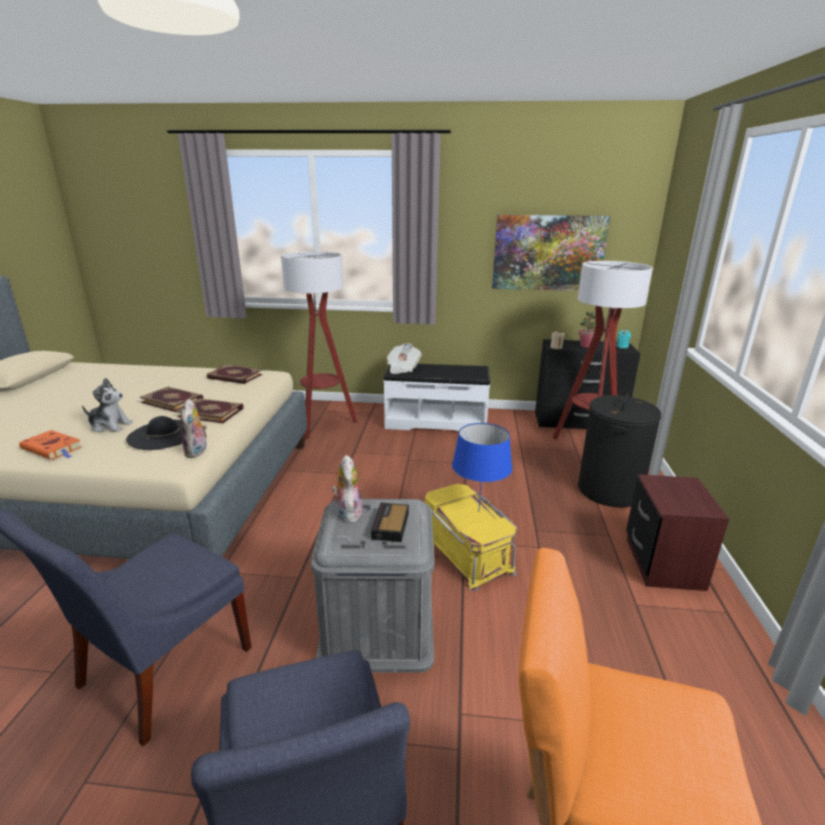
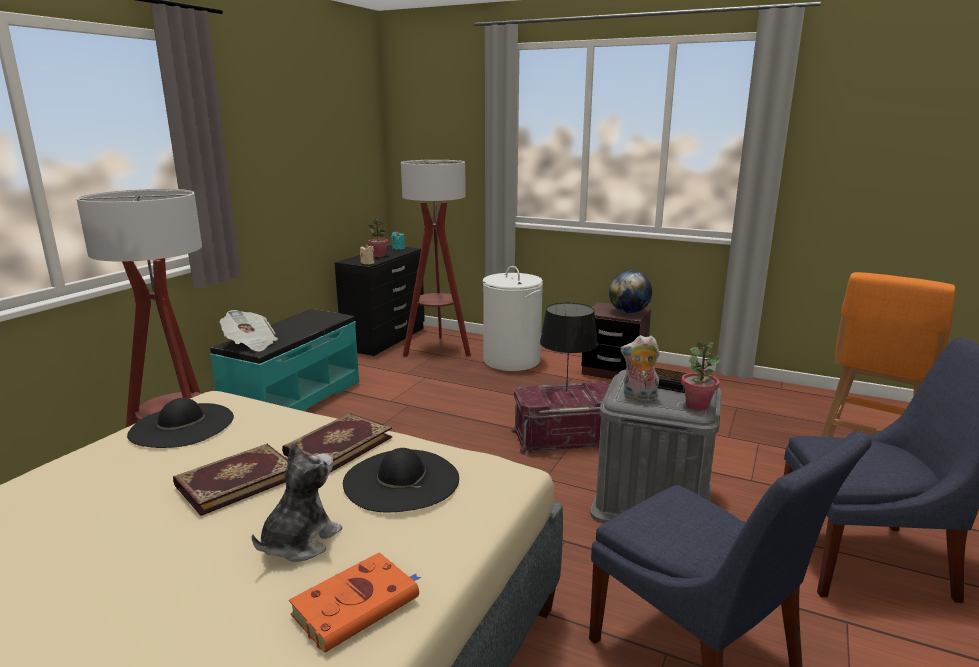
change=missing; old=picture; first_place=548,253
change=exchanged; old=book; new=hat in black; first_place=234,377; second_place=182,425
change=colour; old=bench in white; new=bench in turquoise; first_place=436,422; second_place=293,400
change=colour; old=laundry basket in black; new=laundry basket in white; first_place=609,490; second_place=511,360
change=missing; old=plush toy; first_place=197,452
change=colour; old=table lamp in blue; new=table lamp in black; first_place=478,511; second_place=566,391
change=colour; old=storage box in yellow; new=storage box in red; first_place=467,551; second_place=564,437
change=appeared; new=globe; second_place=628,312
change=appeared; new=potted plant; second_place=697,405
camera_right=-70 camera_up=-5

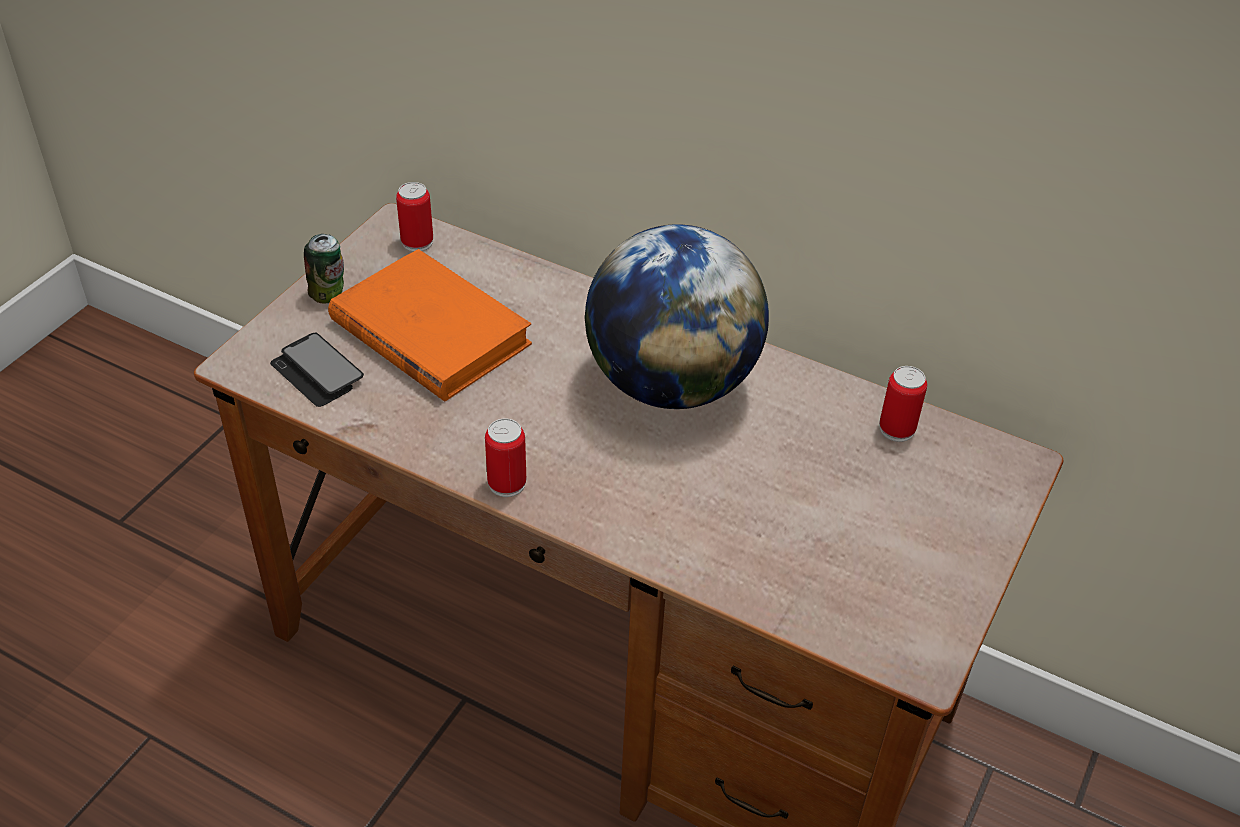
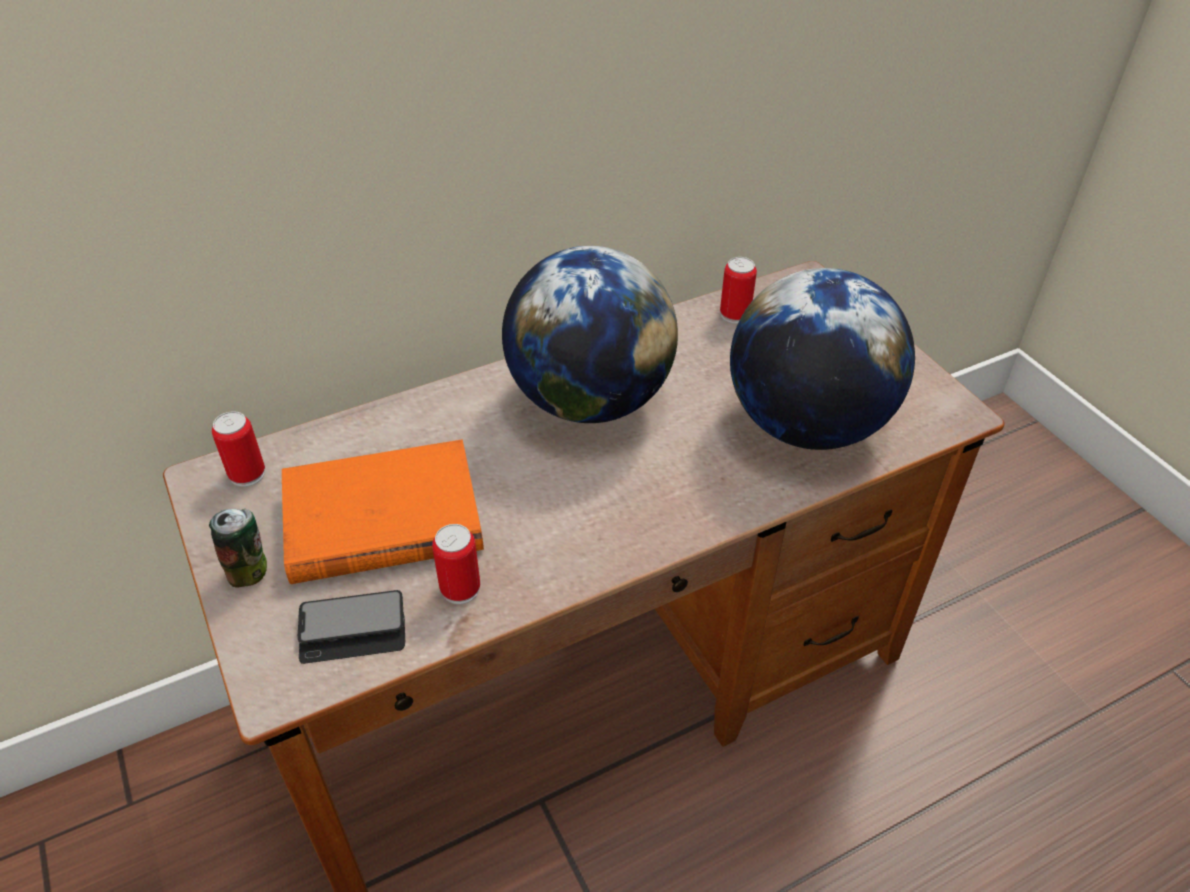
change=relocated; old=can; first_place=507,483; second_place=460,588
change=appeared; new=globe; second_place=806,425
camera_right=-55 camera_up=0

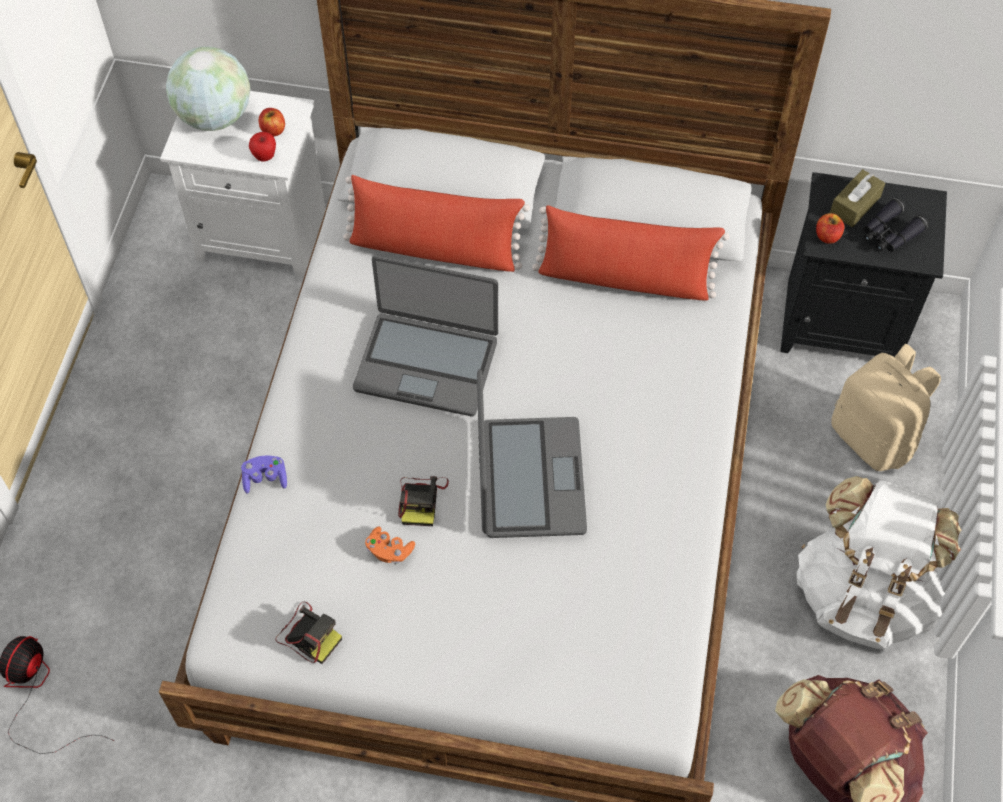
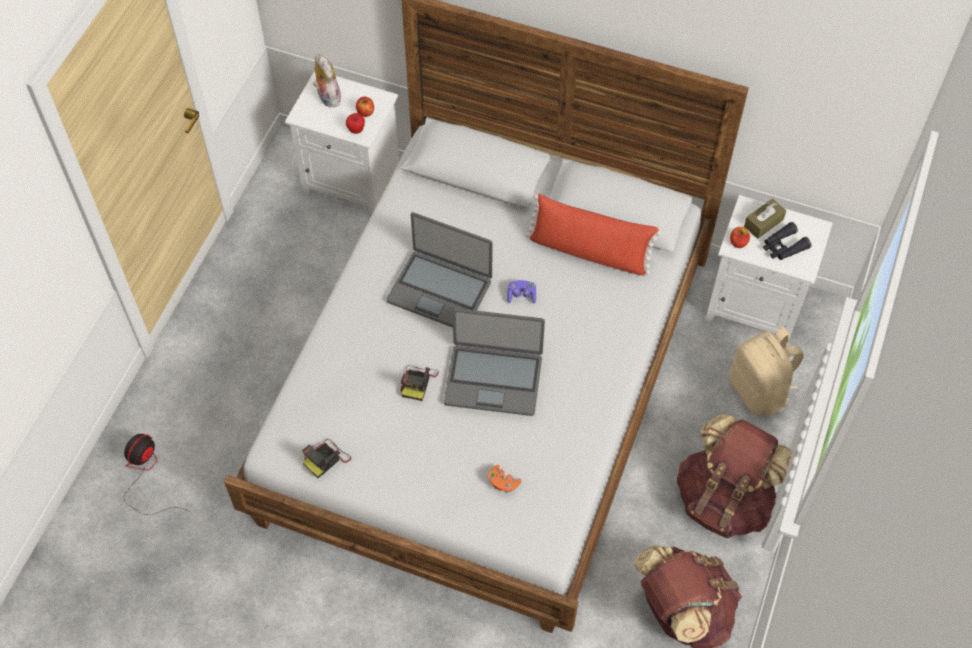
change=exchanged; old=globe; new=plush toy; first_place=215,117; second_place=327,97
change=colour; old=nightstand in black; new=nightstand in white; first_place=843,322; second_place=756,305
change=missing; old=pillow in red; first_place=434,249
change=spun; old=laptop; first_place=529,478; second_place=493,379; degrees=90
change=relocated; old=game controller in purple; first_place=265,478; second_place=521,296
change=colour; old=backpack in white; new=backpack in brown; first_place=863,595; second_place=725,499
change=relocated; old=game controller in orange; first_place=389,551; second_place=502,483
change=spun; old=photo camera; first_place=308,635; second_place=326,459; degrees=90
camera_right=10 camera_up=0

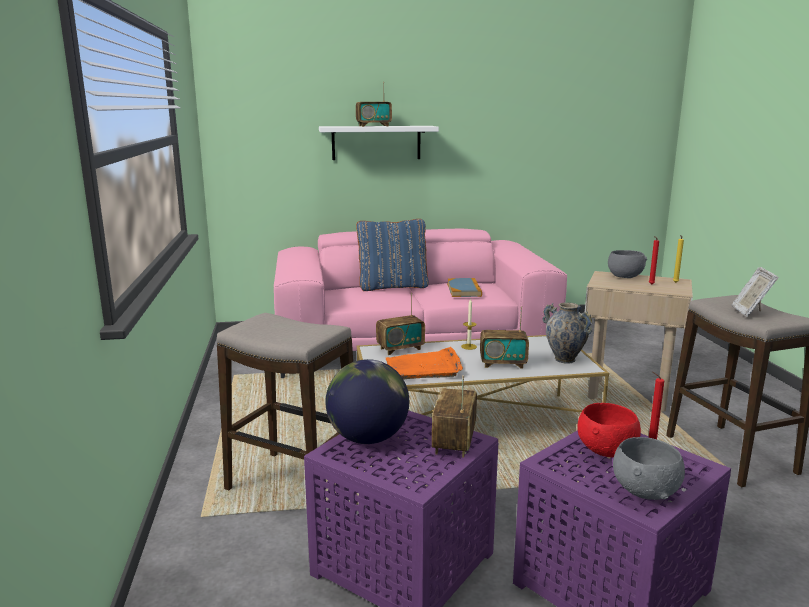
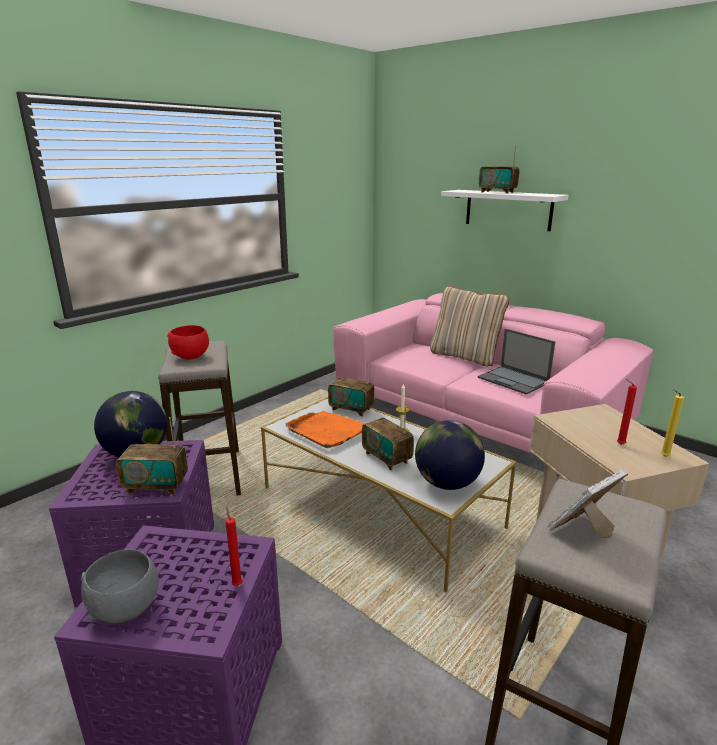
change=colour; old=pillow in blue; new=pillow in beige; first_place=393,286; second_place=465,357
change=missing; old=bowl in grey; first_place=624,277
change=exchanged; old=book; new=laptop; first_place=464,290; second_place=514,380
change=exchanged; old=vase; new=globe; first_place=564,359; second_place=447,483
change=spun; old=radio; first_place=454,442; second_place=156,486; degrees=-150
change=relocated; old=bowl in red; first_place=607,451; second_place=191,356
camera_right=50 camera_up=5

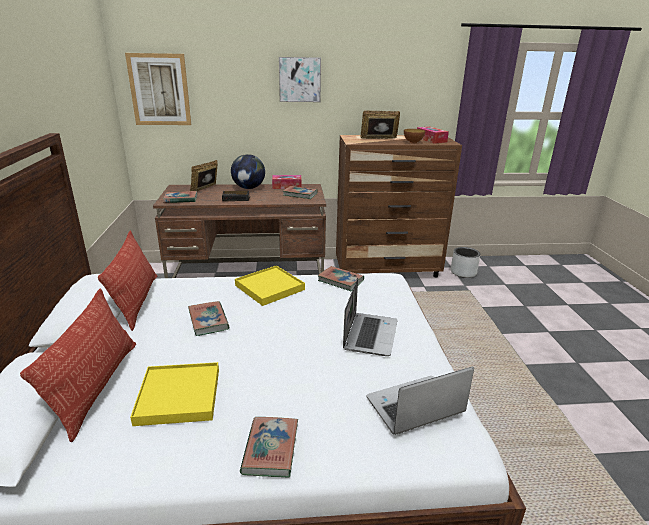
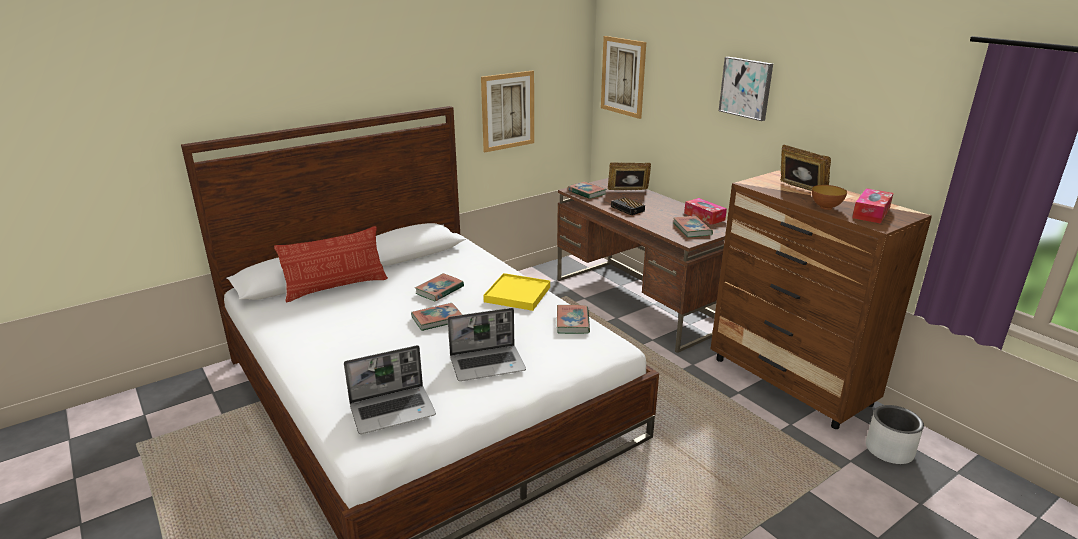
change=missing; old=globe; first_place=249,188
change=missing; old=pillow; first_place=137,301
change=missing; old=tray in yellow; first_place=179,396
change=spun; old=laptop; first_place=414,407; second_place=393,410; degrees=120
change=relocated; old=book; first_place=270,449; second_place=437,319
change=appeared; new=picture; second_place=508,111
camera_right=60 camera_up=0

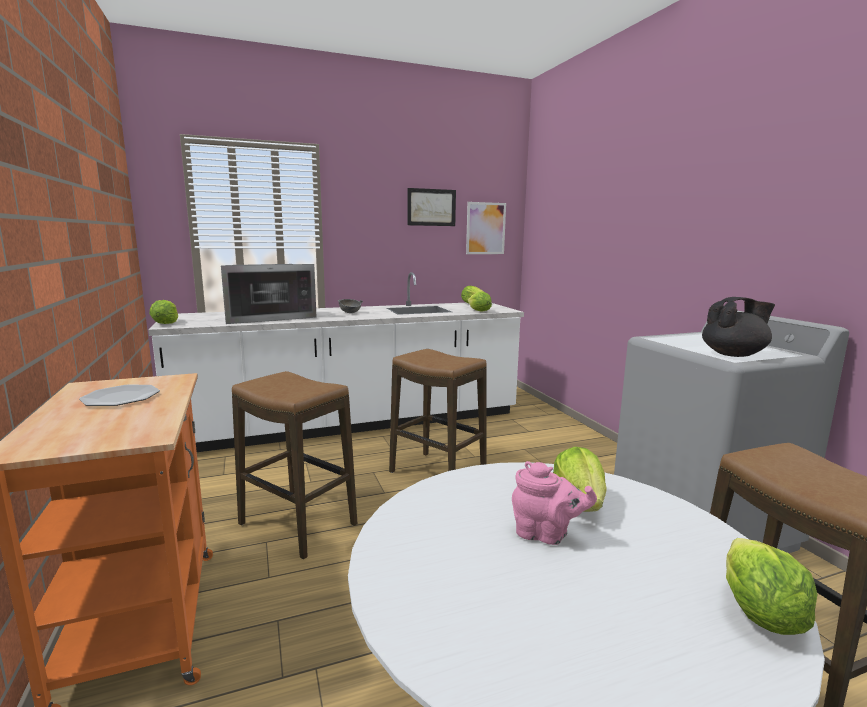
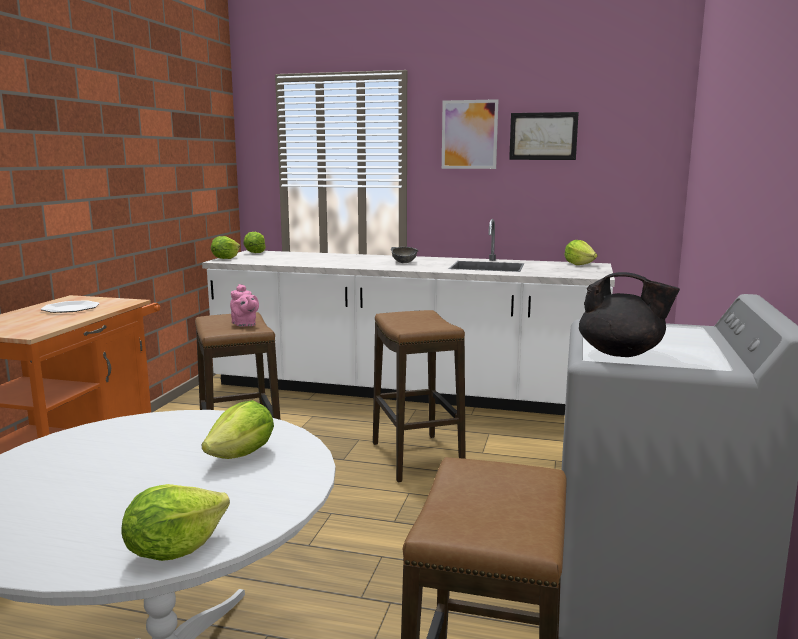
change=relocated; old=picture; first_place=485,228; second_place=469,134
change=missing; old=microwave; first_place=268,317
change=relocated; old=lettuce; first_place=479,311; second_place=255,253
change=relocated; old=teapot in pink; first_place=546,534; second_place=244,324
camera_right=35 camera_up=0

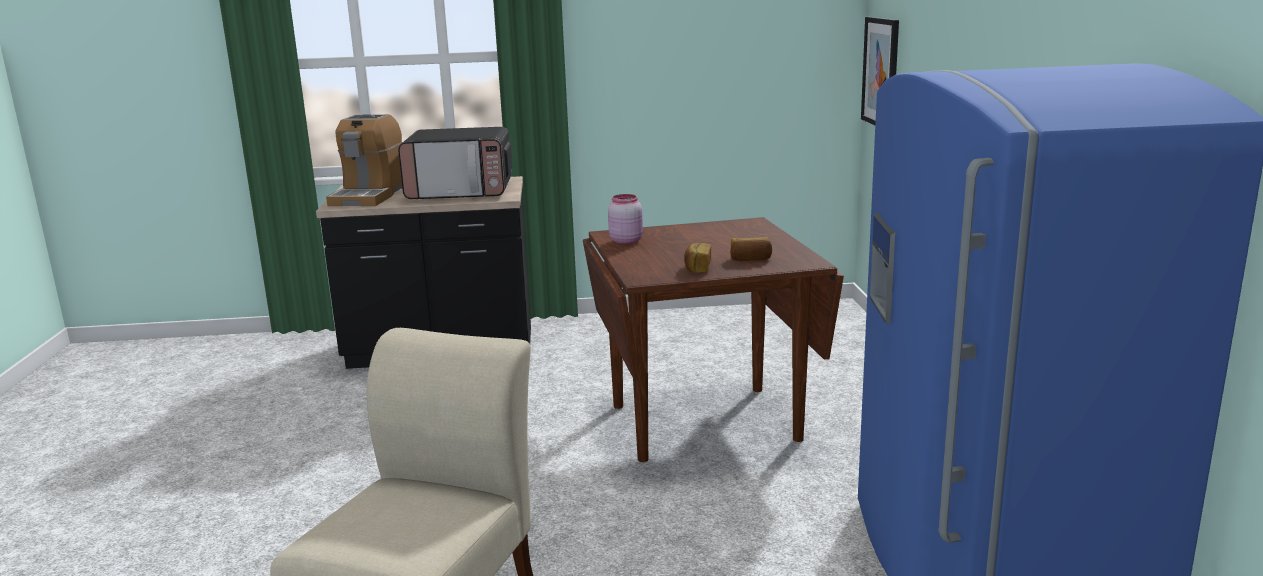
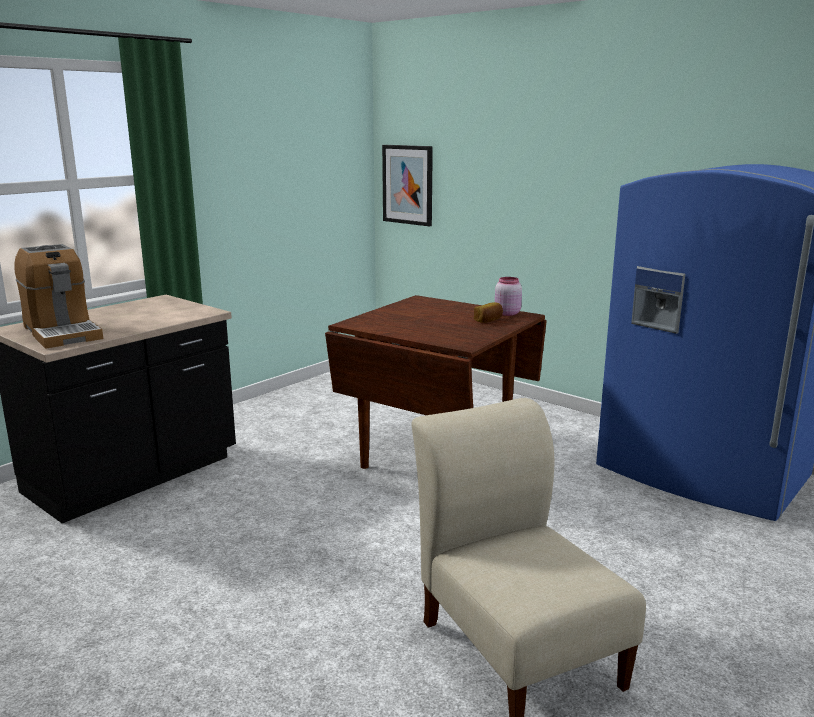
change=missing; old=microwave; first_place=461,192
change=relocated; old=jar in pink; first_place=626,241; second_place=506,313
change=missing; old=bread; first_place=697,268
camera_right=-45 camera_up=0

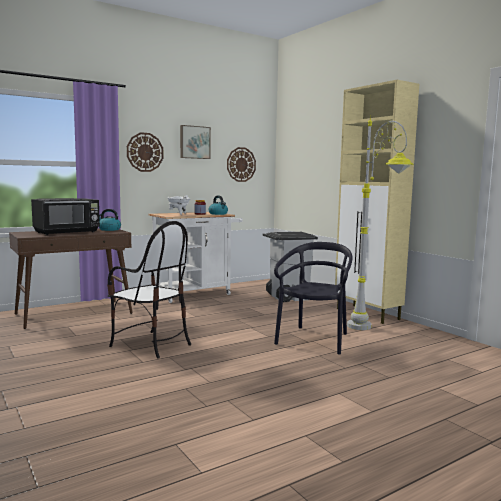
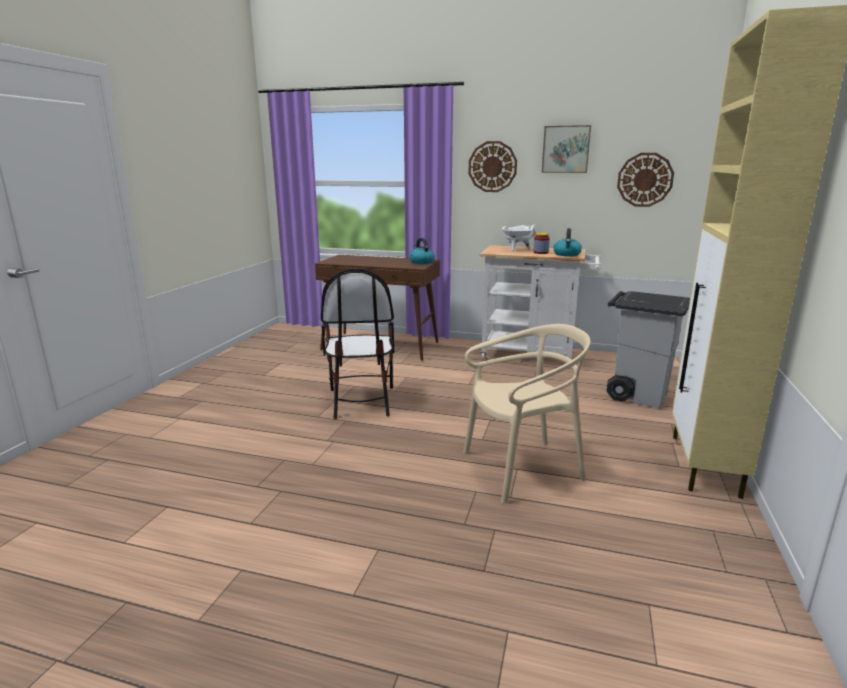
change=missing; old=floor lamp in grey; first_place=373,332
change=missing; old=microwave in black; first_place=67,232
change=colour; old=chair in black; new=chair in beige; first_place=314,340; second_place=522,468
camera_right=50 camera_up=10

